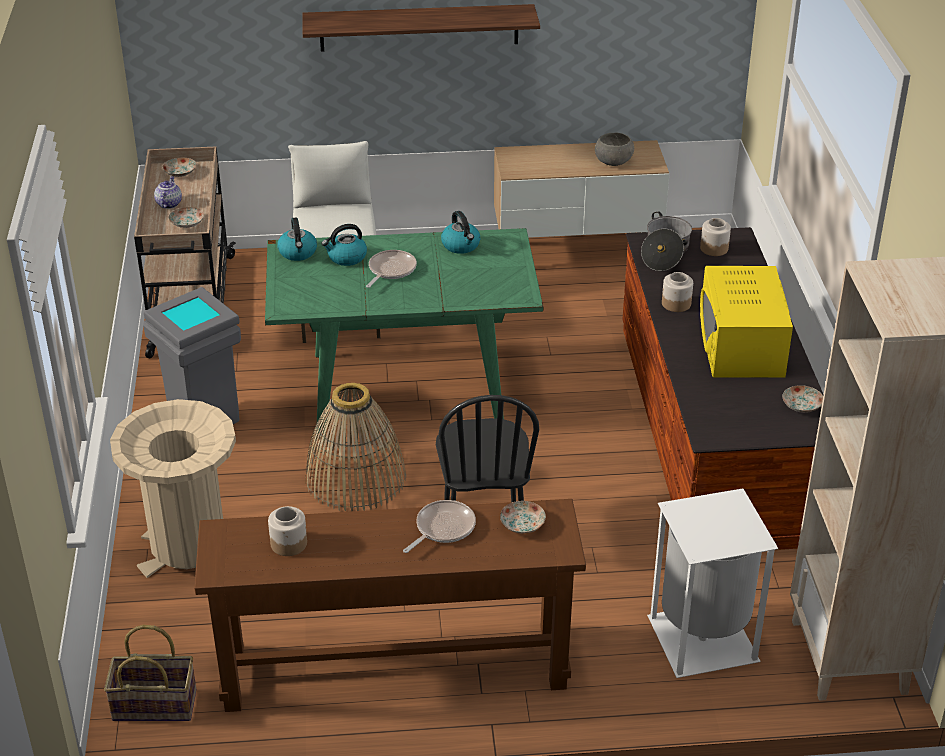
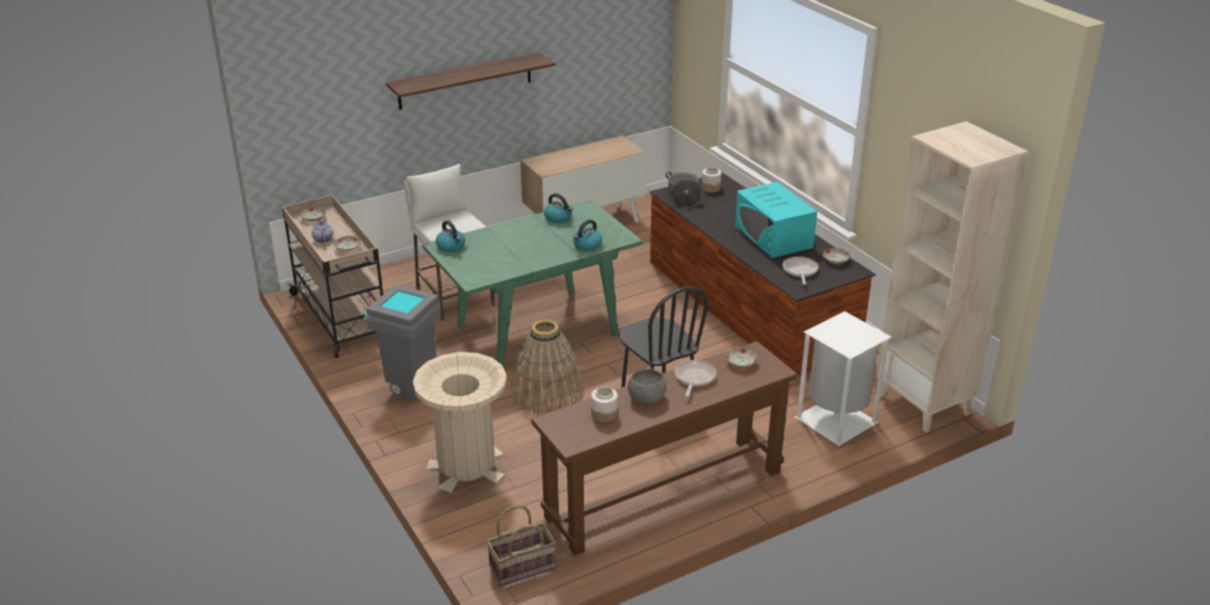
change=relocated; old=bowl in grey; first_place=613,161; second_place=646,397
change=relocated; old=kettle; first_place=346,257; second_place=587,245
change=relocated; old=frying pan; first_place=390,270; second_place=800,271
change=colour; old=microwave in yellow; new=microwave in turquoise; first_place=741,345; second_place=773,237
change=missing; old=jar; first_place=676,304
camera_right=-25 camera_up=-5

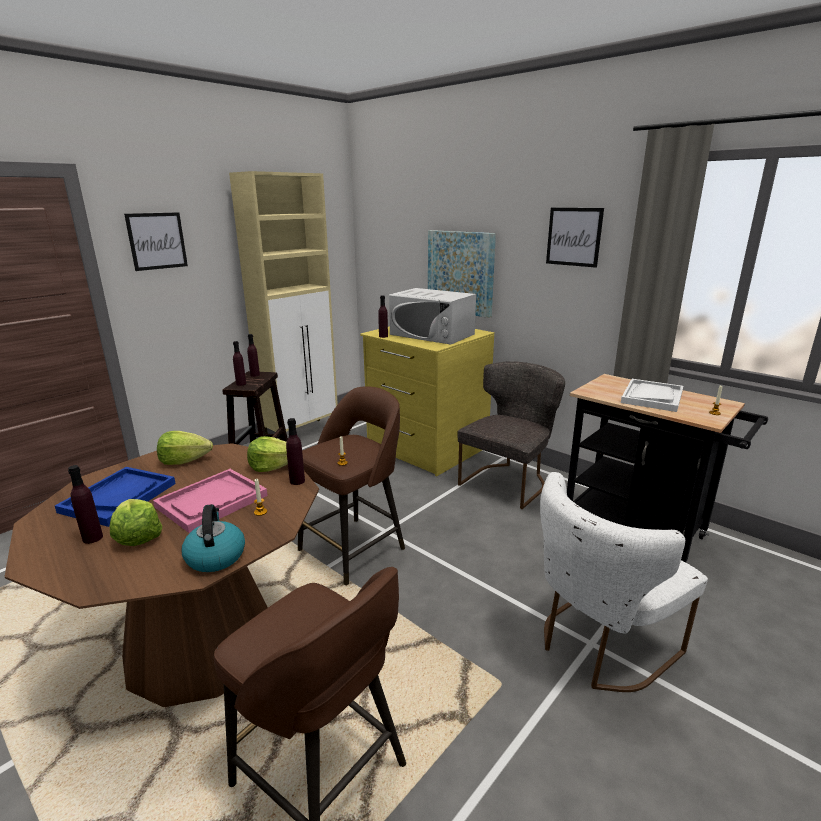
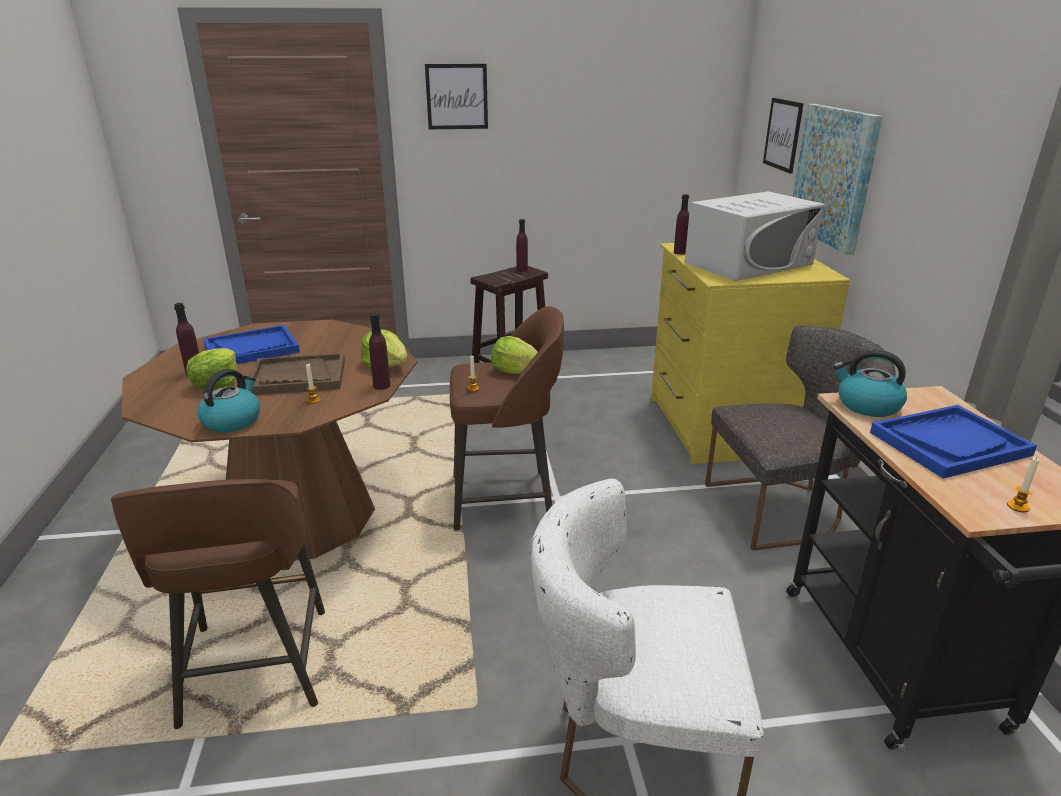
change=missing; old=cabinet in beige; first_place=302,433
change=relocated; old=picture; first_place=574,237; second_place=783,134
change=spun; old=microwave in white; first_place=432,334; second_place=749,263; degrees=-105
change=missing; old=bottle in purple; first_place=241,384
change=colour; old=tray in white; new=tray in blue; first_place=652,397; second_place=949,443
change=relocated; old=lettuce; first_place=184,461; second_place=516,371
change=colour; old=tray in pink; new=tray in brown; first_place=212,501; second_place=297,377
change=appeared; new=kettle; second_place=867,405
camera_right=40 camera_up=5

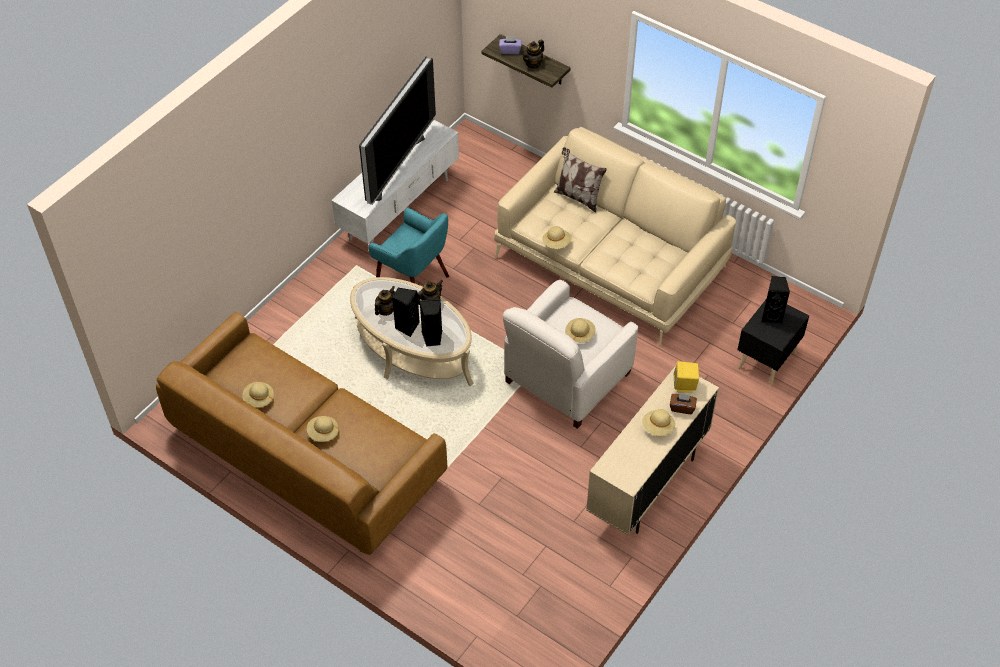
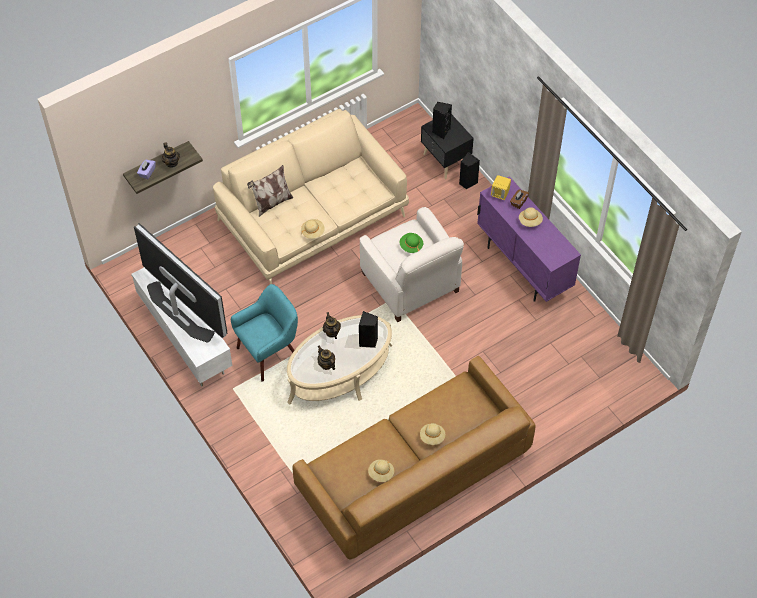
change=relocated; old=speaker in black; first_place=406,326; second_place=467,182
change=colour; old=hat in beige; new=hat in green; first_place=579,335; second_place=411,246
change=colour; old=cabinet in beige; new=cabinet in purple; first_place=647,486; second_place=523,267
camera_right=-70 camera_up=5

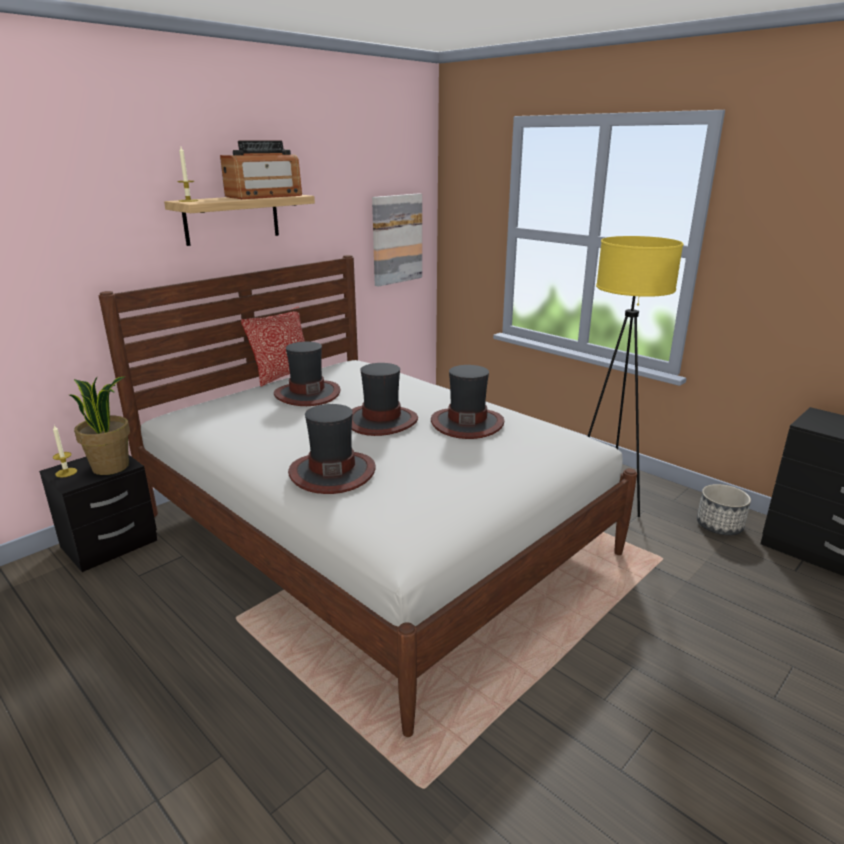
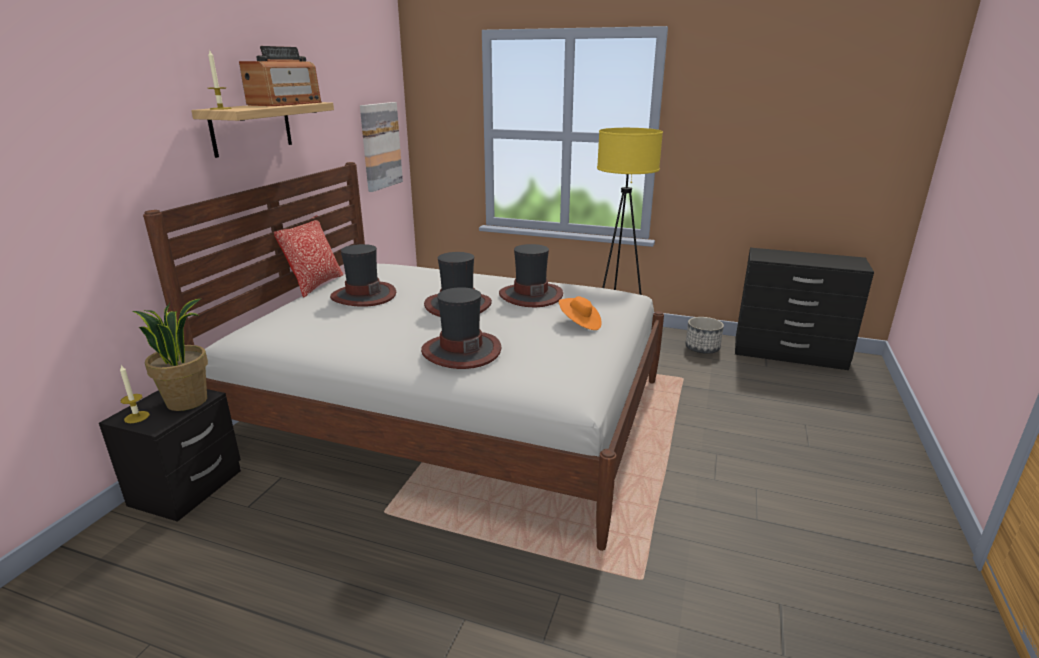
change=appeared; new=hat in orange; second_place=579,324
camera_right=-25 camera_up=0

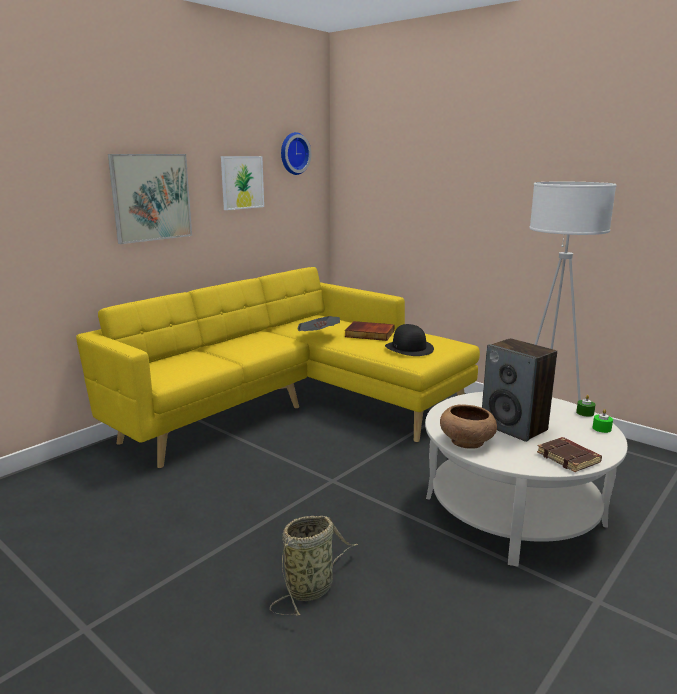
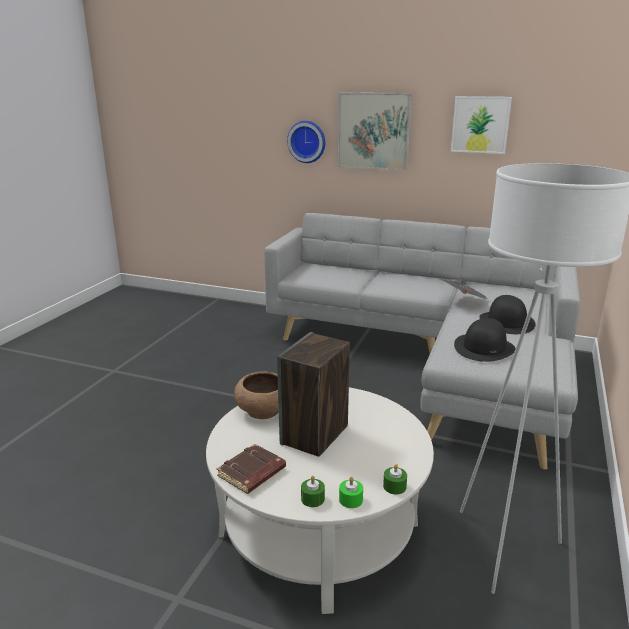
change=relocated; old=wall clock; first_place=293,153; second_place=307,141
change=colour; old=sofa in yellow; new=sofa in grey; first_place=297,408; second_place=433,365
change=exchanged; old=book; new=hat in black; first_place=369,334; second_place=506,322
change=missing; old=basket; first_place=312,587
change=appeared; new=candle in green; second_place=312,499
camera_right=70 camera_up=5

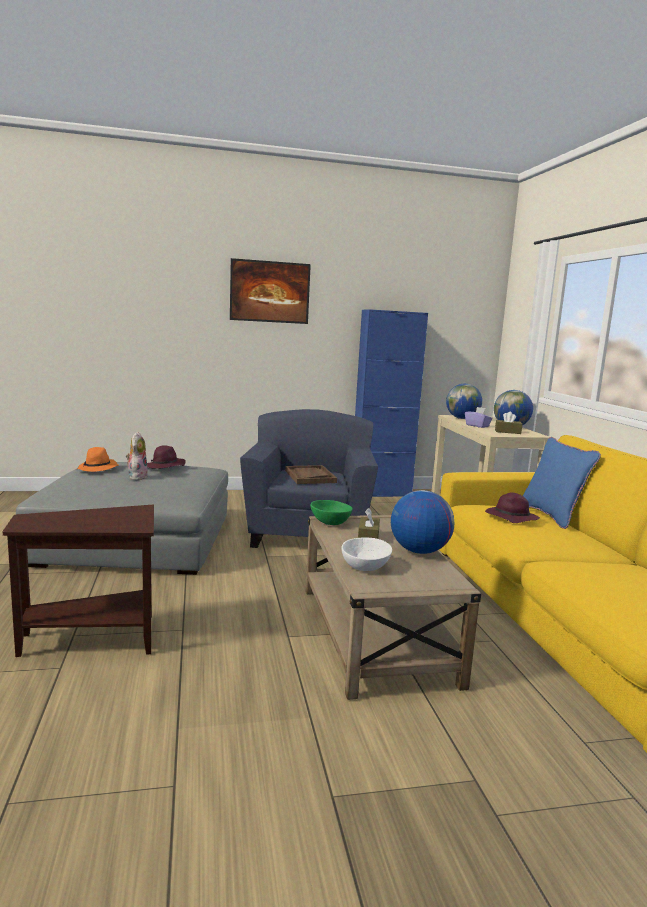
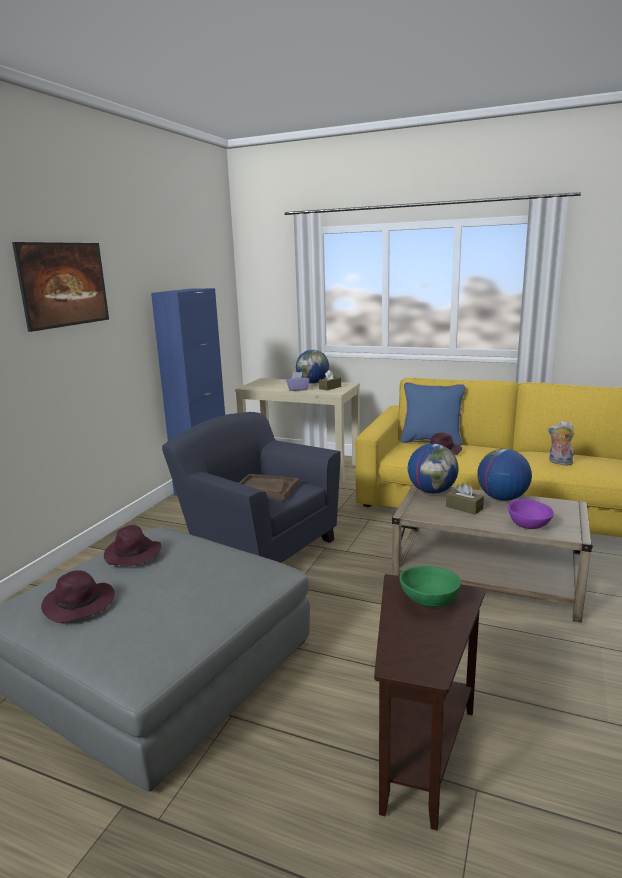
change=relocated; old=globe; first_place=462,418; second_place=432,491
change=relocated; old=plush toy; first_place=137,477; second_place=559,463
change=colour; old=hat in orange; new=hat in purple; first_place=98,469; second_place=80,604
change=relocated; old=bowl in green; first_place=330,522; second_place=430,601
change=colour; old=bowl in white; new=bowl in purple; first_place=365,566; second_place=528,524
camera_right=-55 camera_up=5

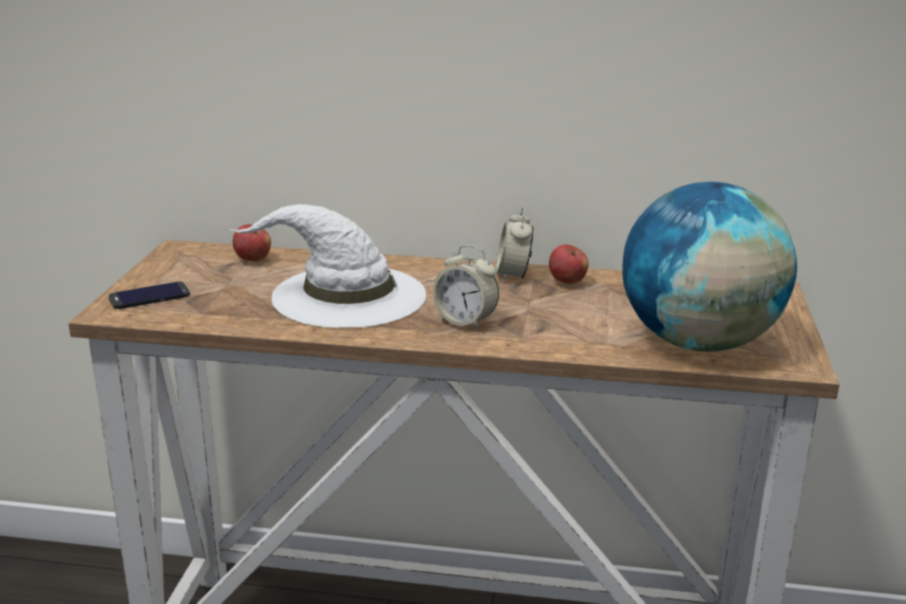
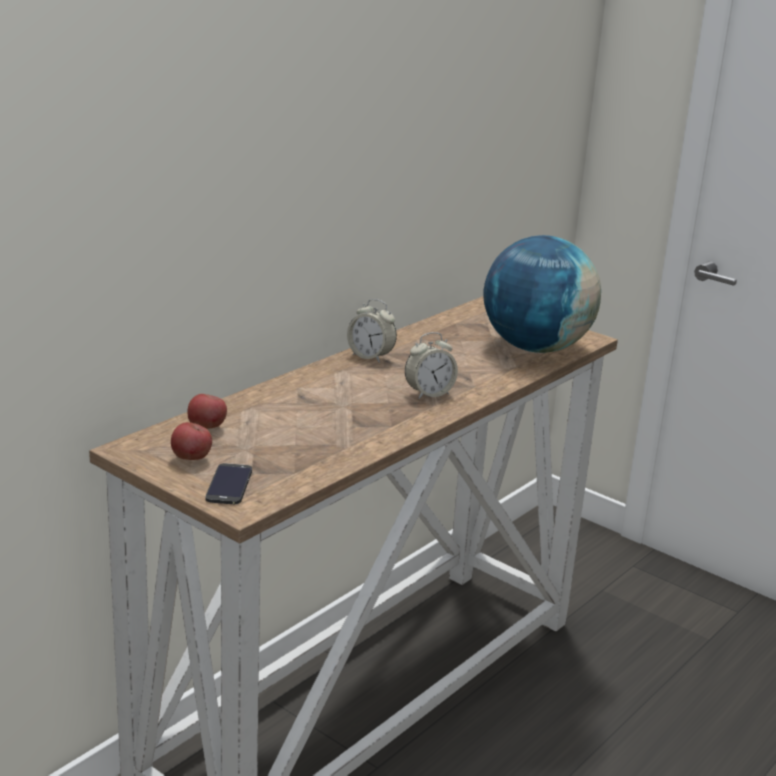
change=missing; old=hat in white; first_place=346,296
change=relocated; old=apple; first_place=567,282; second_place=191,458
camera_right=-60 camera_up=0

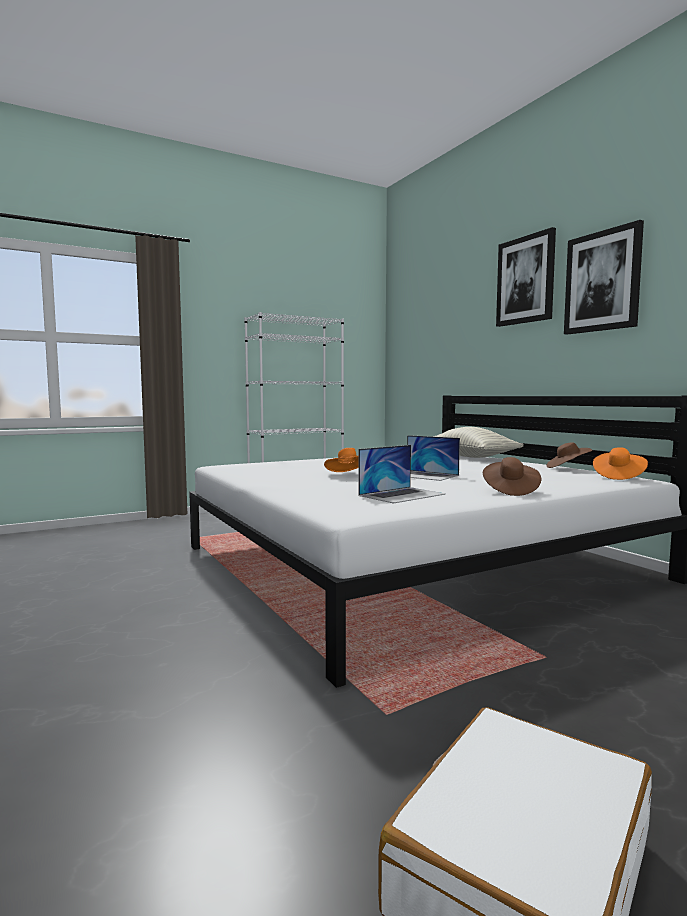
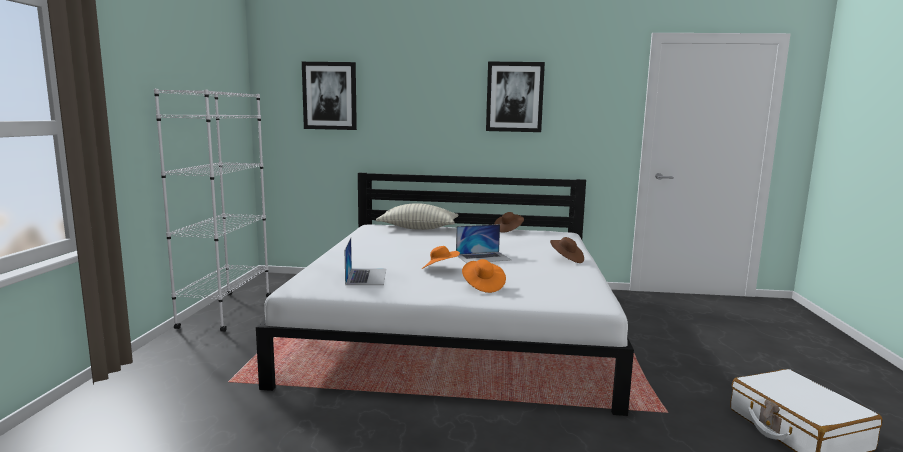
change=relocated; old=picture; first_place=525,280; second_place=330,96
change=relocated; old=laptop; first_place=402,495; second_place=366,276
change=relocated; old=hat in orange; first_place=618,476; second_place=482,286
camera_right=-55 camera_up=5

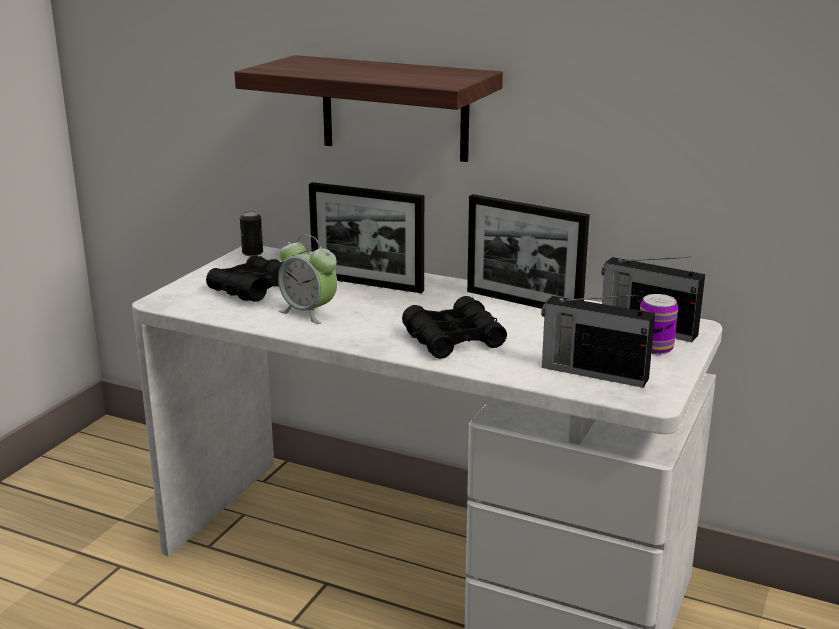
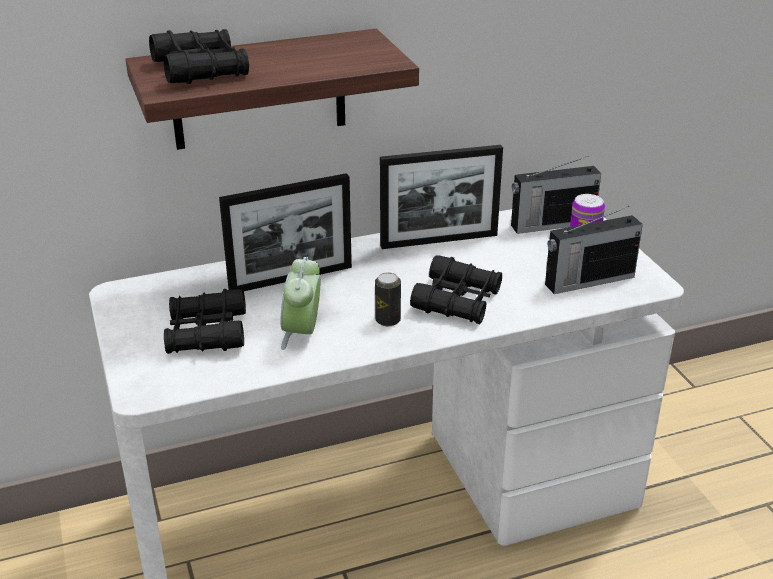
change=relocated; old=can; first_place=252,253; second_place=388,320
change=spun; old=alarm clock; first_place=309,312; second_place=302,333; degrees=105
change=appeared; new=binoculars in black; second_place=200,69
camera_right=-45 camera_up=10

